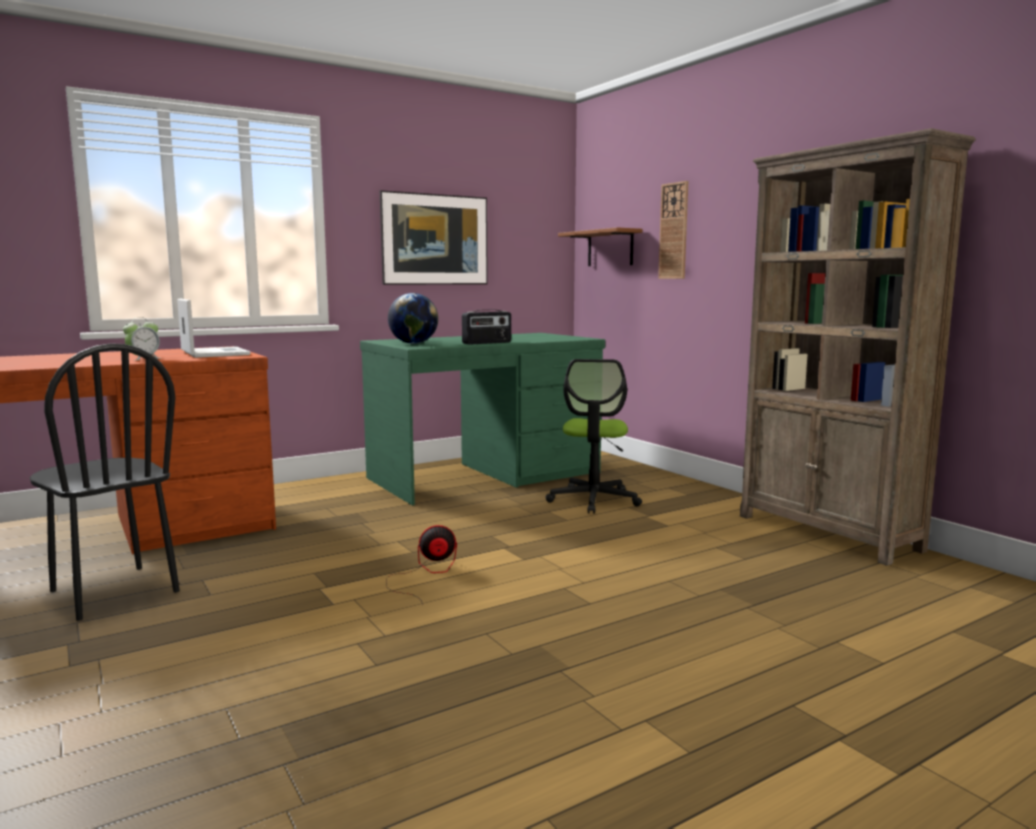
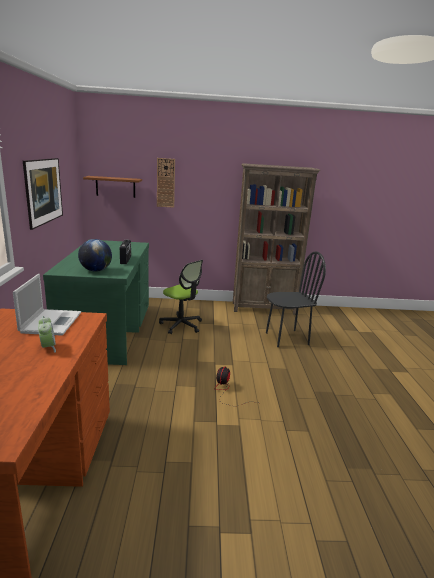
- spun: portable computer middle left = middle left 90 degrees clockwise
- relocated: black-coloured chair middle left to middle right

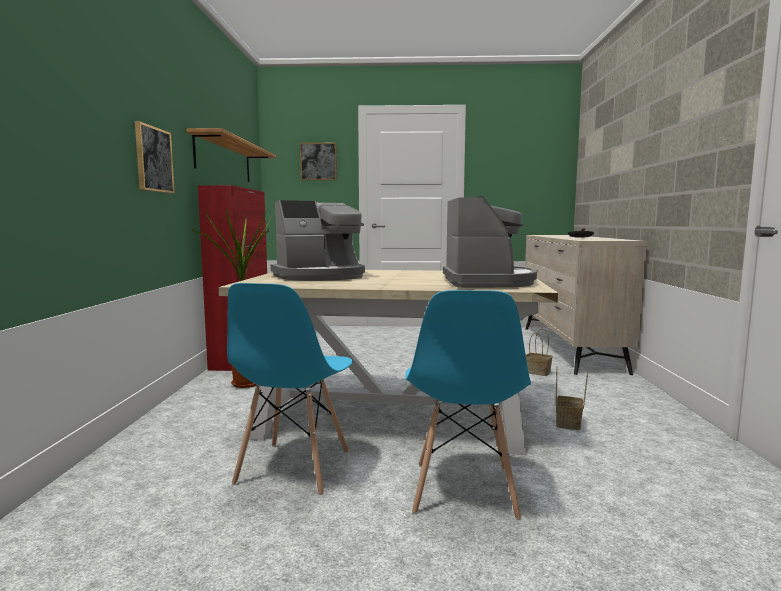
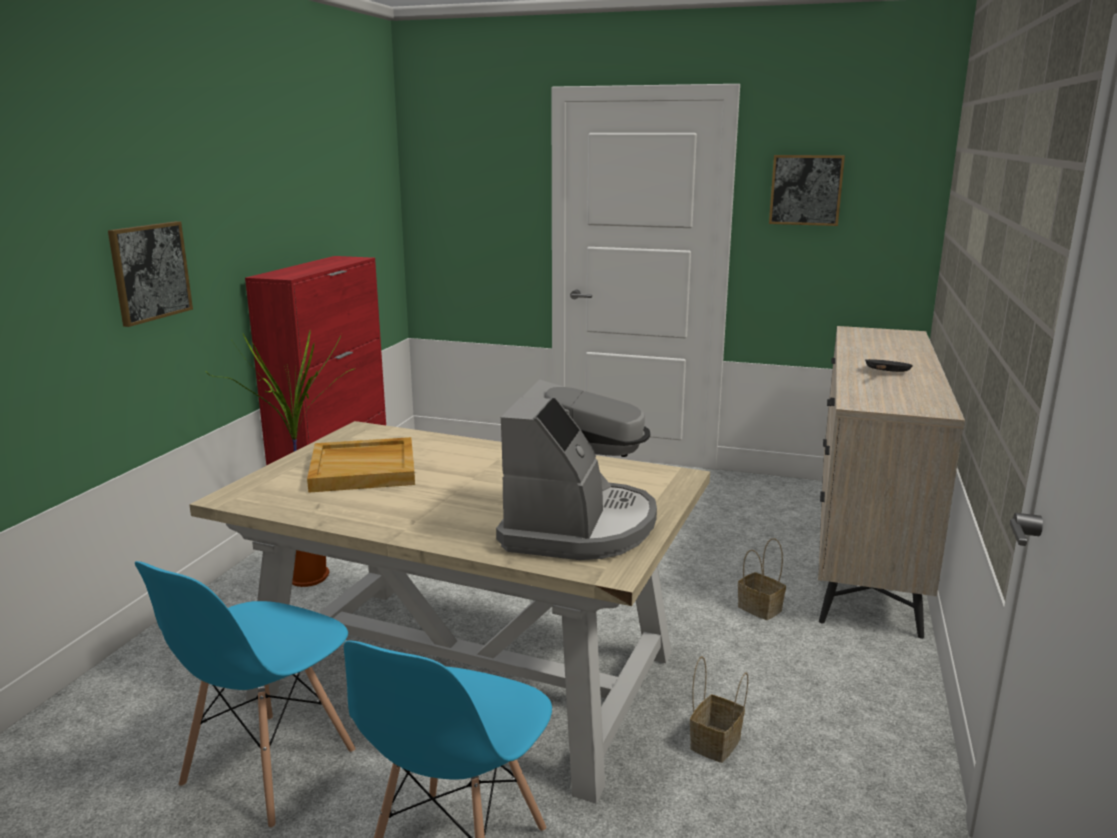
- missing: wall shelf top left
- relocated: picture (no. 2 from left) top centre to top right
- exchanged: coffee machine (no. 1 from left) centre to sand-coloured carrying tray middle left

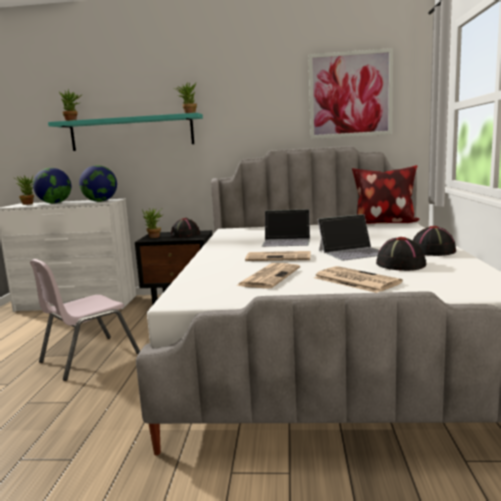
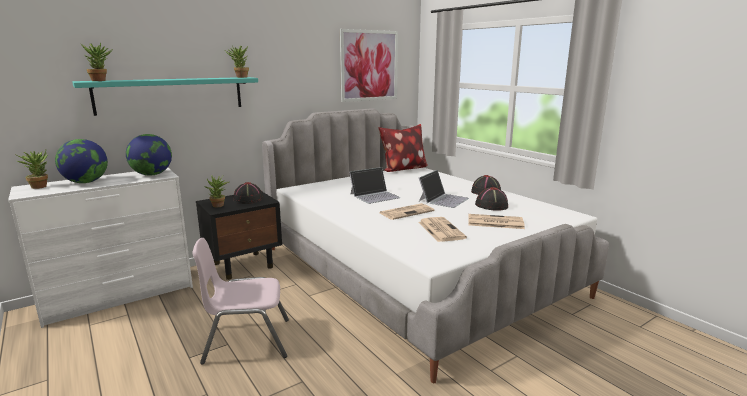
- spun: pinkish chair middle left = bottom left 75 degrees clockwise

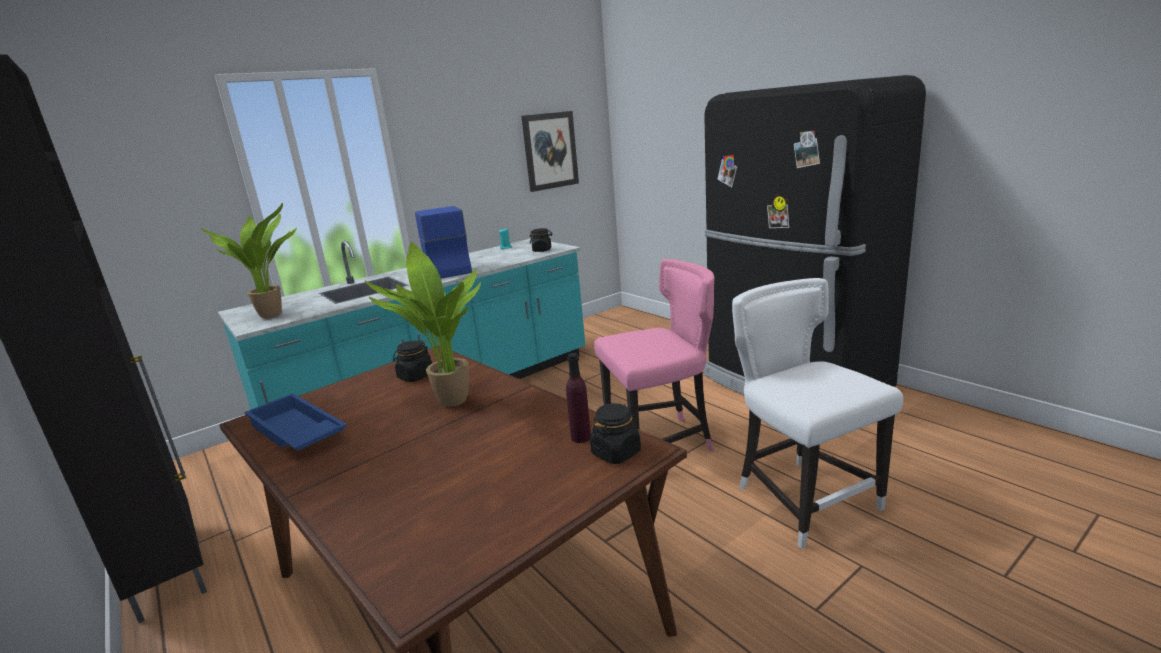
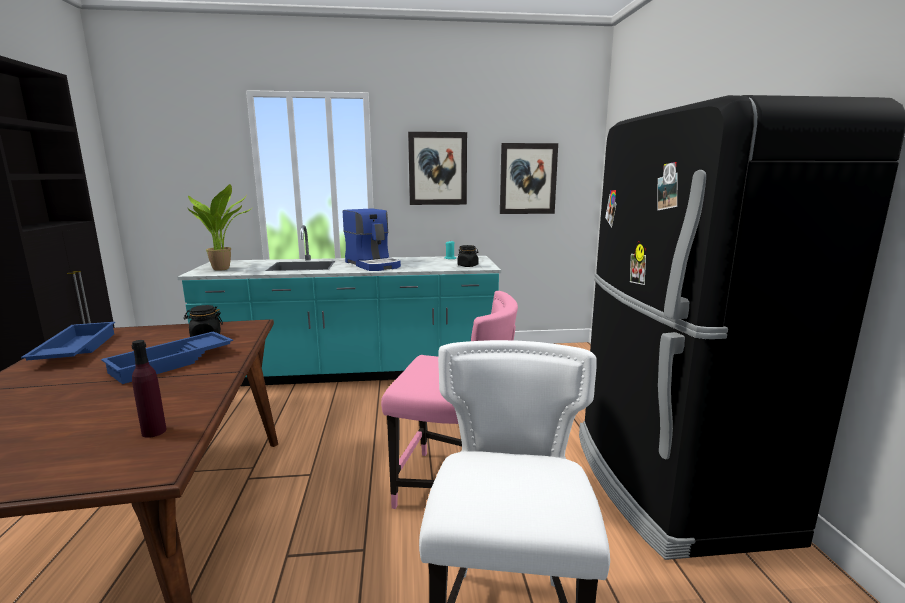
- spun: coffee machine centre = centre 135 degrees clockwise
- exchanged: plant in a pot (no. 2 from left) centre to blue-coloured carrying tray (no. 2 from left) middle left
- missing: black-coloured jar (no. 3 from left) centre
- appeared: picture (no. 1 from left) top centre

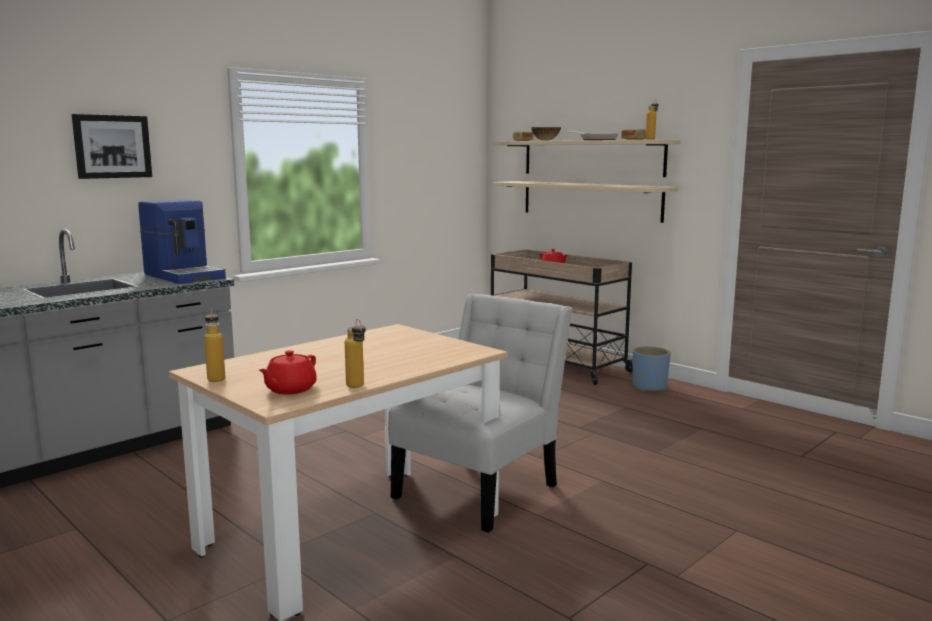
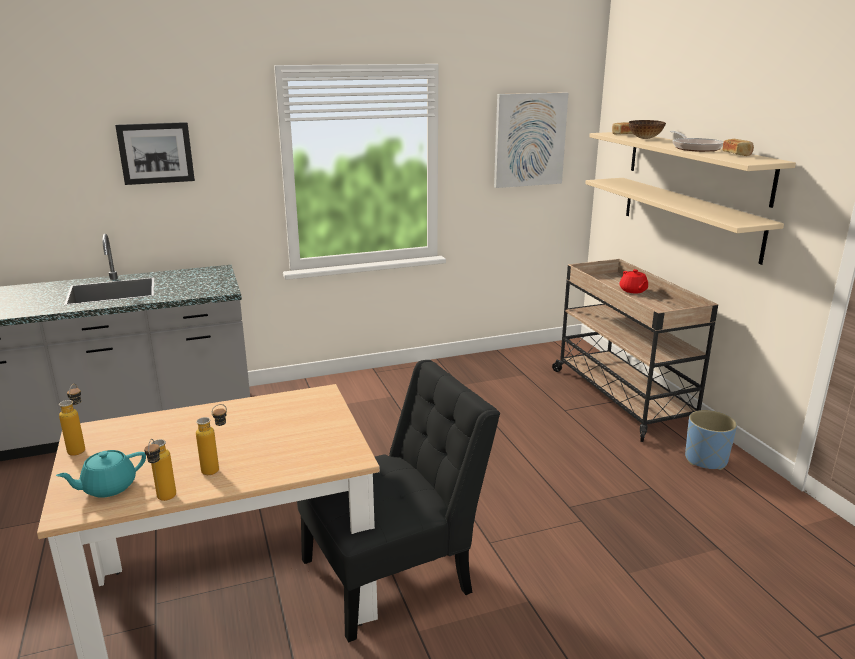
- relocated: drink bottle (no. 3 from left) top right to middle left
- missing: coffee machine middle left
- colour: white-coloured chair centre to black-coloured chair bottom centre
- colour: red pot for tea (no. 1 from left) middle left to blue-green pot for tea bottom left
- appeared: picture (no. 2 from left) top centre

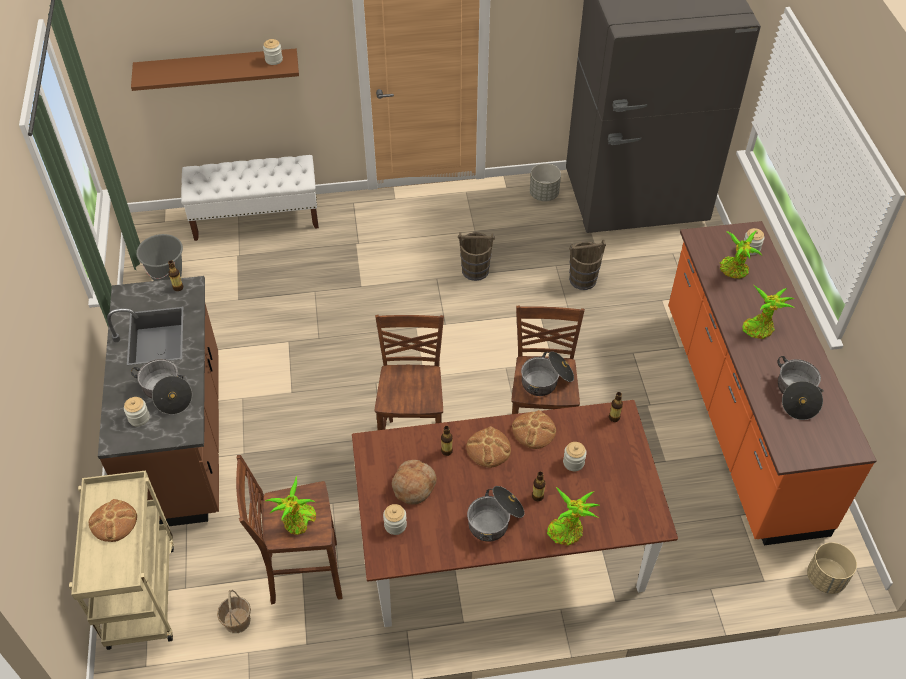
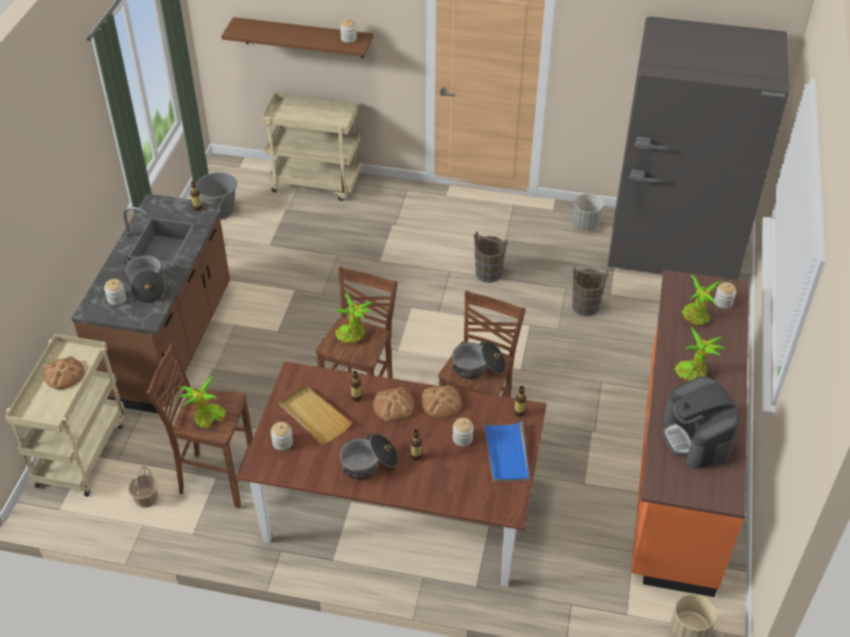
- exchanged: white-coloured indoor bench top left to sand-coloured cart (no. 2 from left) top centre
- exchanged: saucepot (no. 4 from left) middle right to coffee machine middle right
- exchanged: bakery bread (no. 2 from left) bottom centre to sand-coloured carrying tray centre
- relocated: plant in a pot (no. 2 from left) bottom centre to centre
- appeared: blue-coloured carrying tray bottom centre

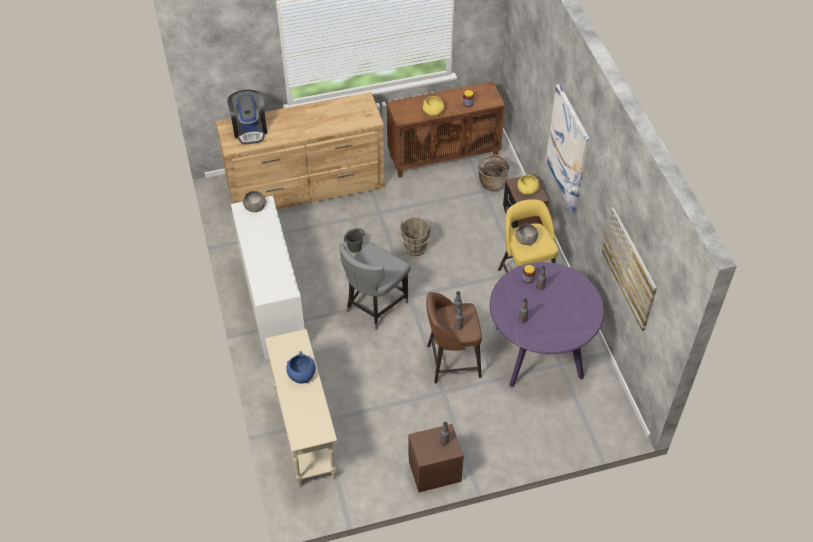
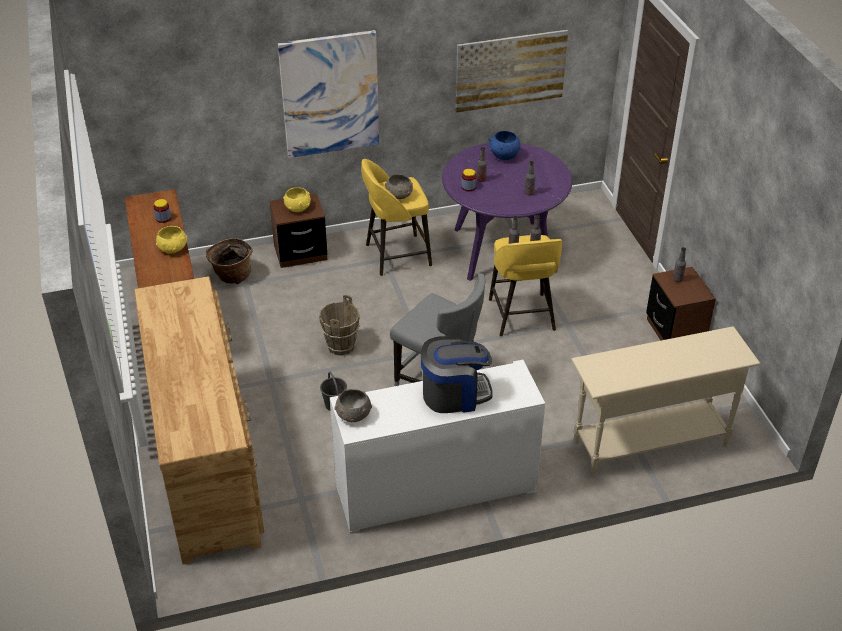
- relocated: coffee machine top left to centre
- colour: brownish sitting stool centre to yellow sitting stool (no. 2 from left) centre
- relocated: blue-coloured deep dish bottom centre to top centre

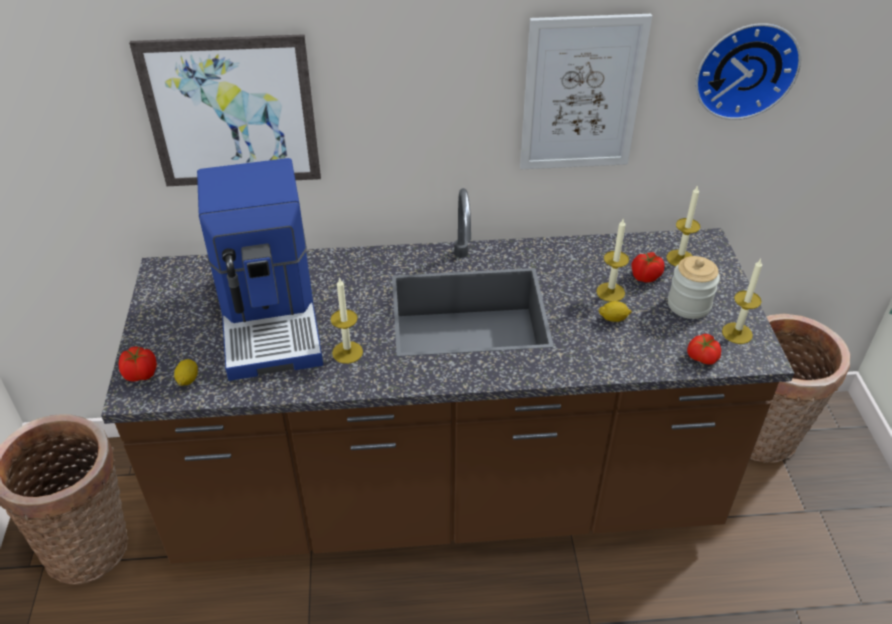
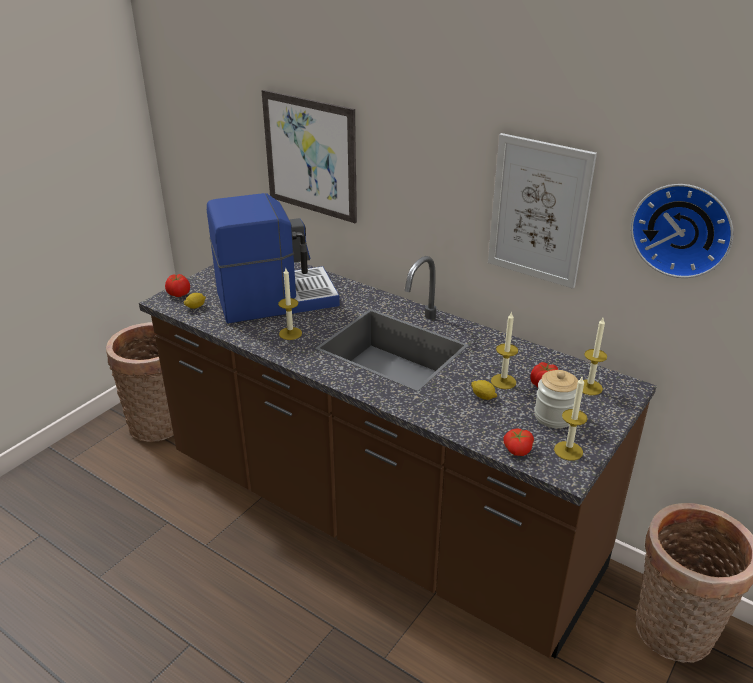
- spun: coffee machine middle left = centre 135 degrees counterclockwise

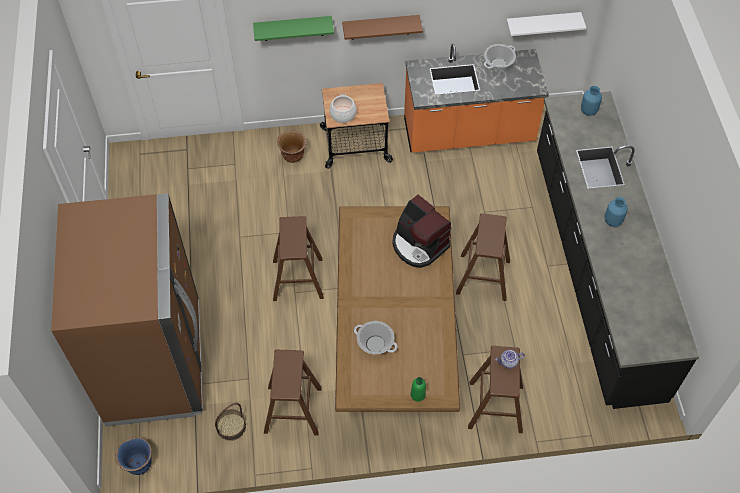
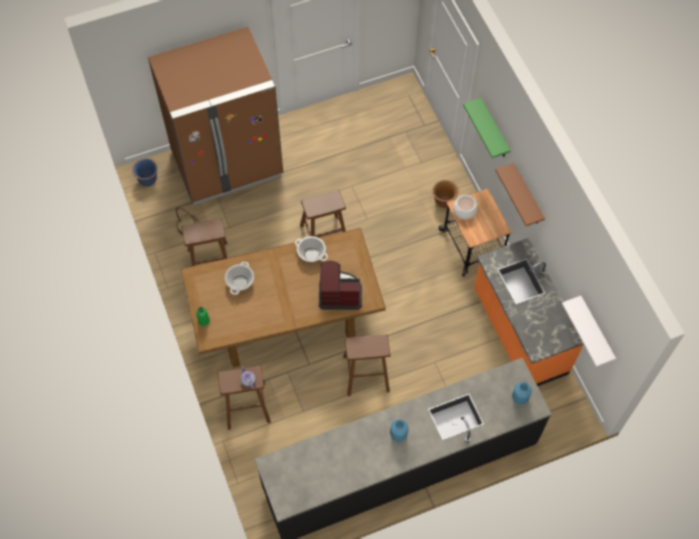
- relocated: saucepot (no. 3 from left in the first image) top right to saucepot (no. 2 from left) centre
- spun: coffee machine centre = centre 60 degrees clockwise

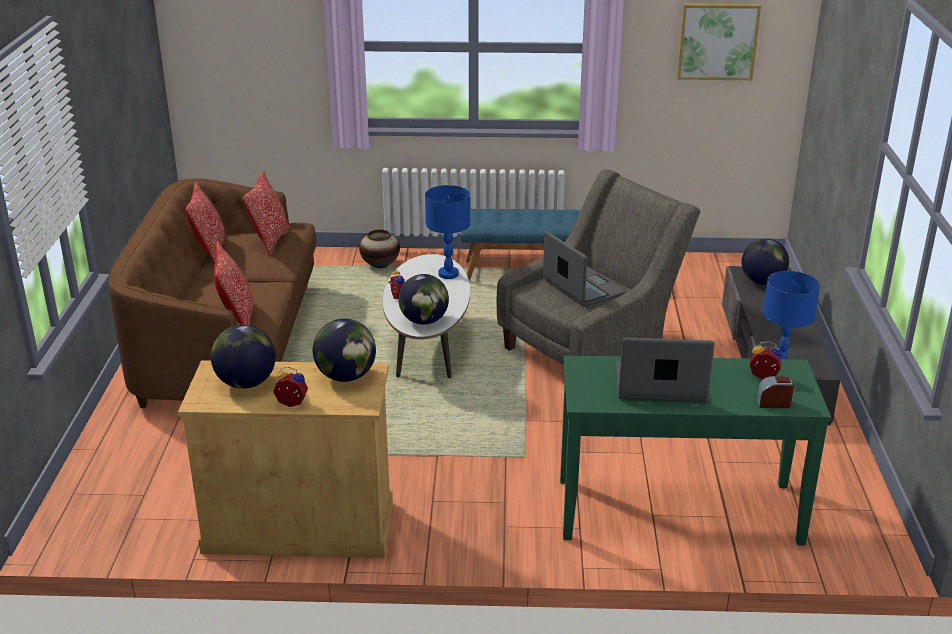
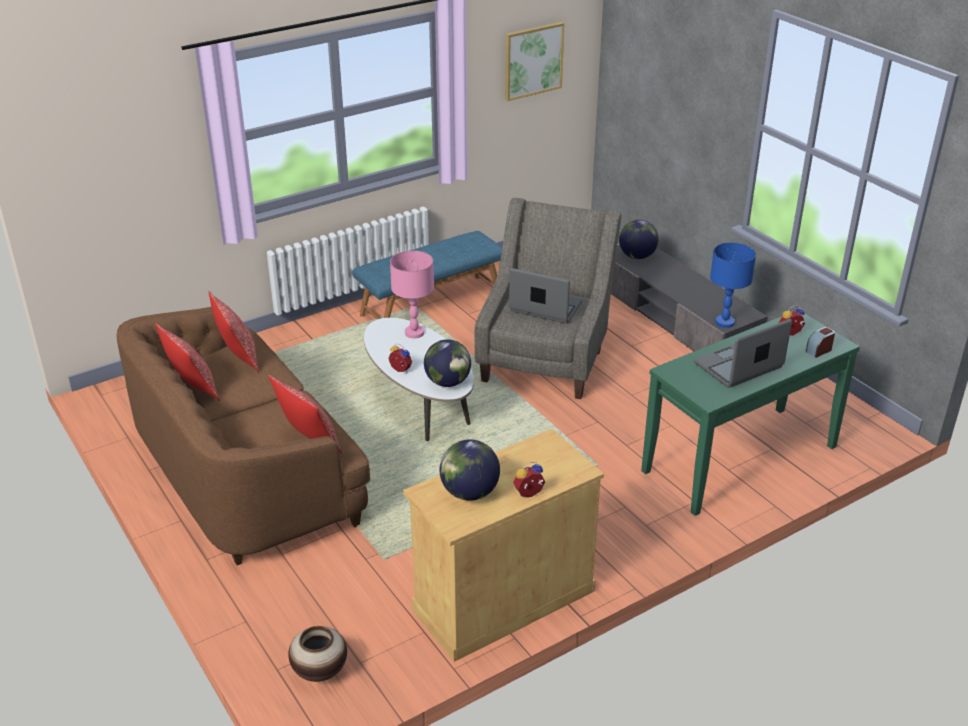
- colour: blue-coloured lamp for a table (no. 1 from left) centre to pinkish lamp for a table centre
- relocated: vase centre to bottom left
- missing: desk globe (no. 2 from left) centre

